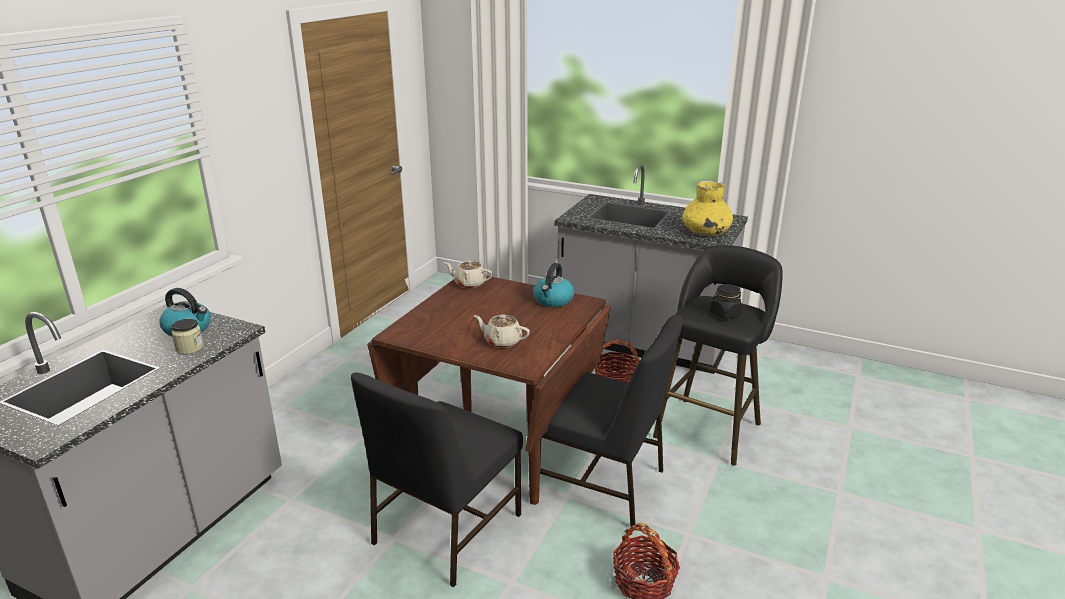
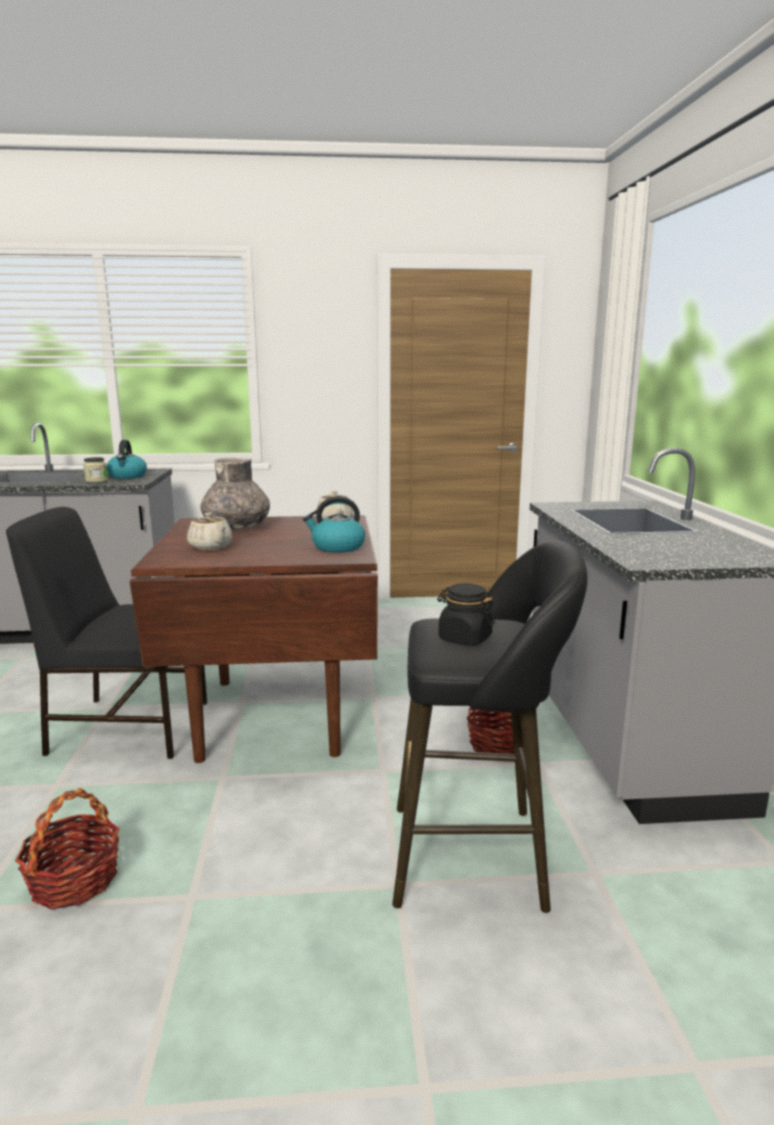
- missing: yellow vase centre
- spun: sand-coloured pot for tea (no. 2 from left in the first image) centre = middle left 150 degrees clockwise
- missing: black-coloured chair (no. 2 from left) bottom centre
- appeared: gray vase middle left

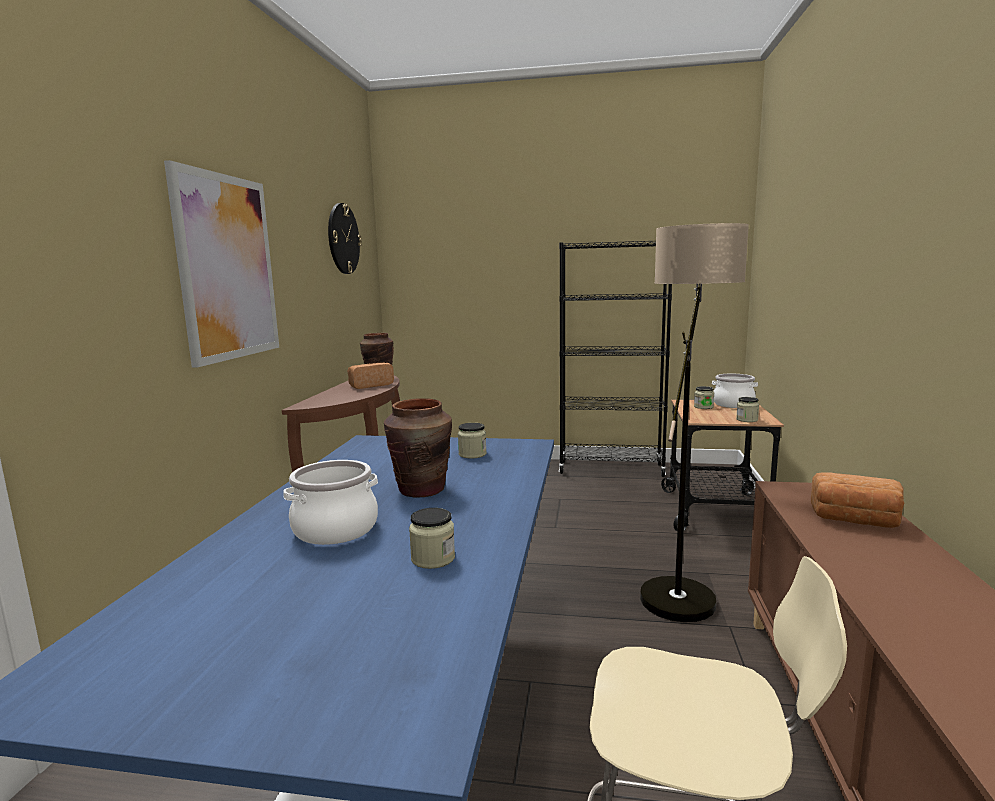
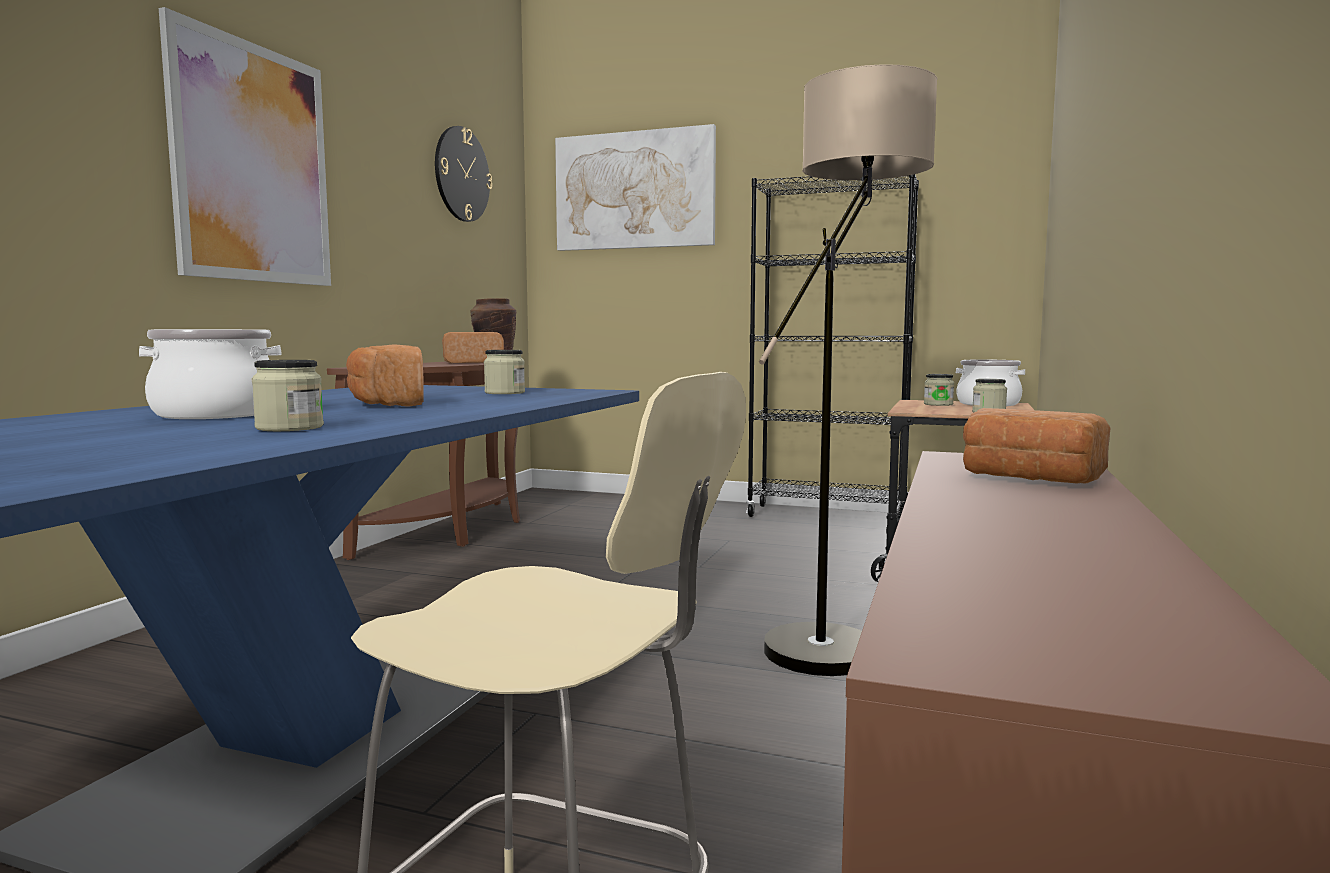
- exchanged: brownish vase (no. 2 from left) centre to bakery bread (no. 1 from left) middle left
- appeared: picture (no. 2 from left) top centre

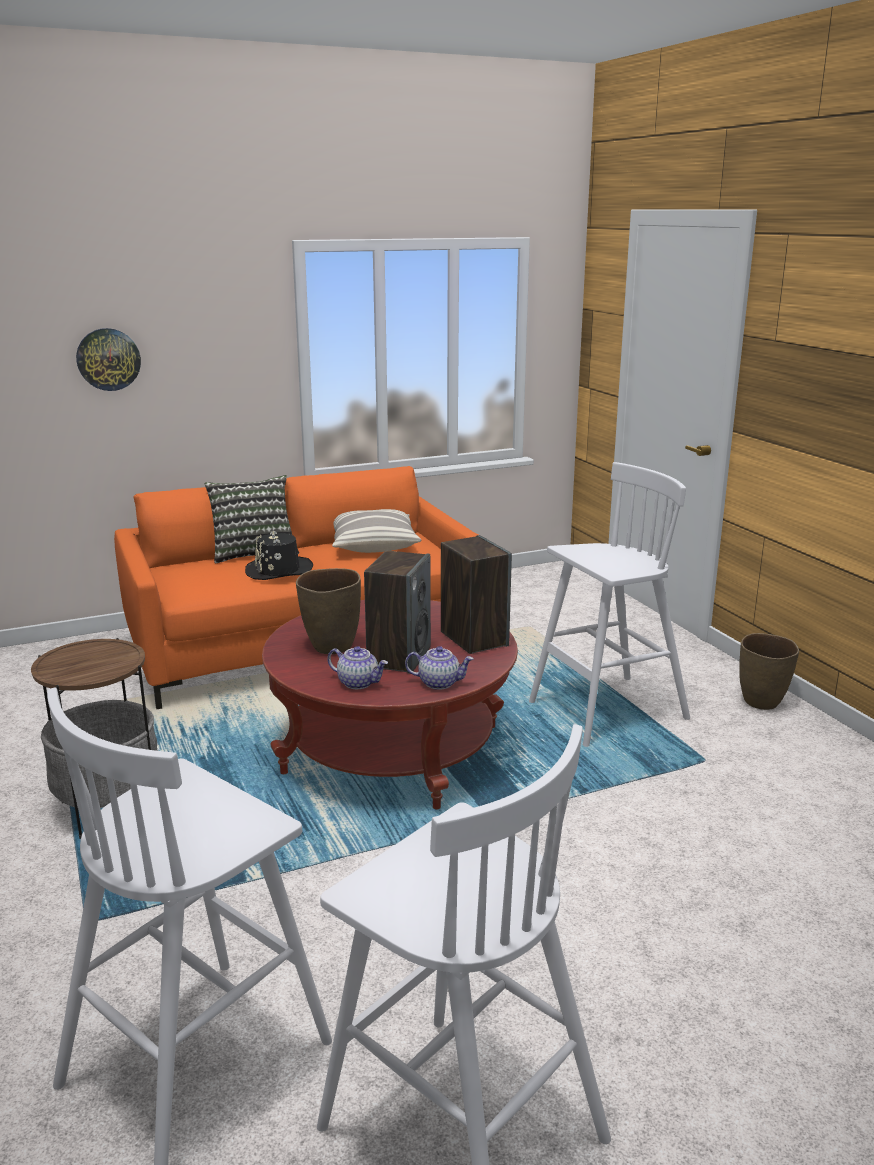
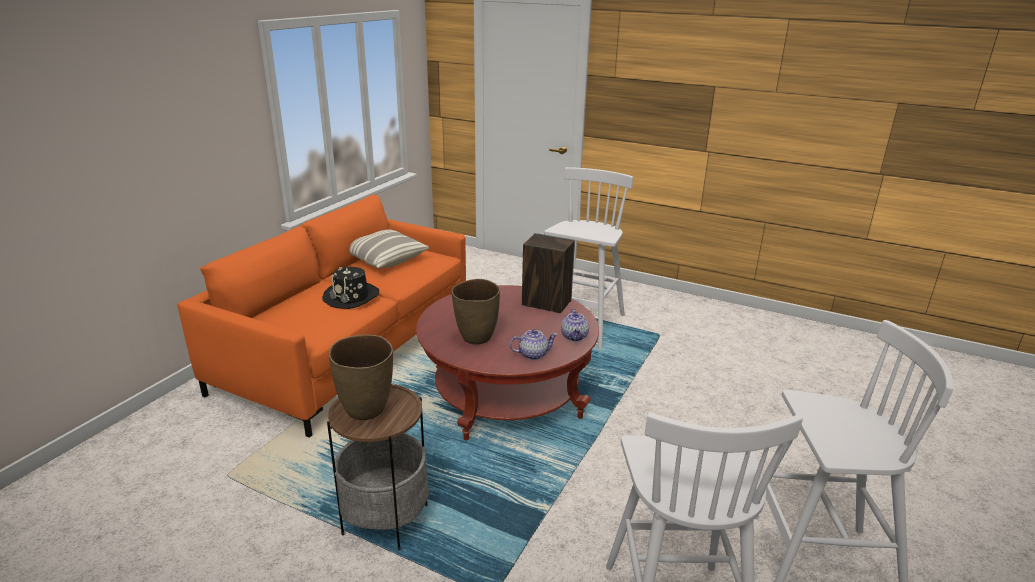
- missing: wall clock top left
- missing: throw pillow (no. 1 from left) middle left
- missing: speaker (no. 1 from left) centre
- relocated: brownish vase (no. 2 from left in the first image) middle right to brownish vase (no. 1 from left) centre
- spun: pot for tea (no. 2 from left) centre = centre 120 degrees clockwise

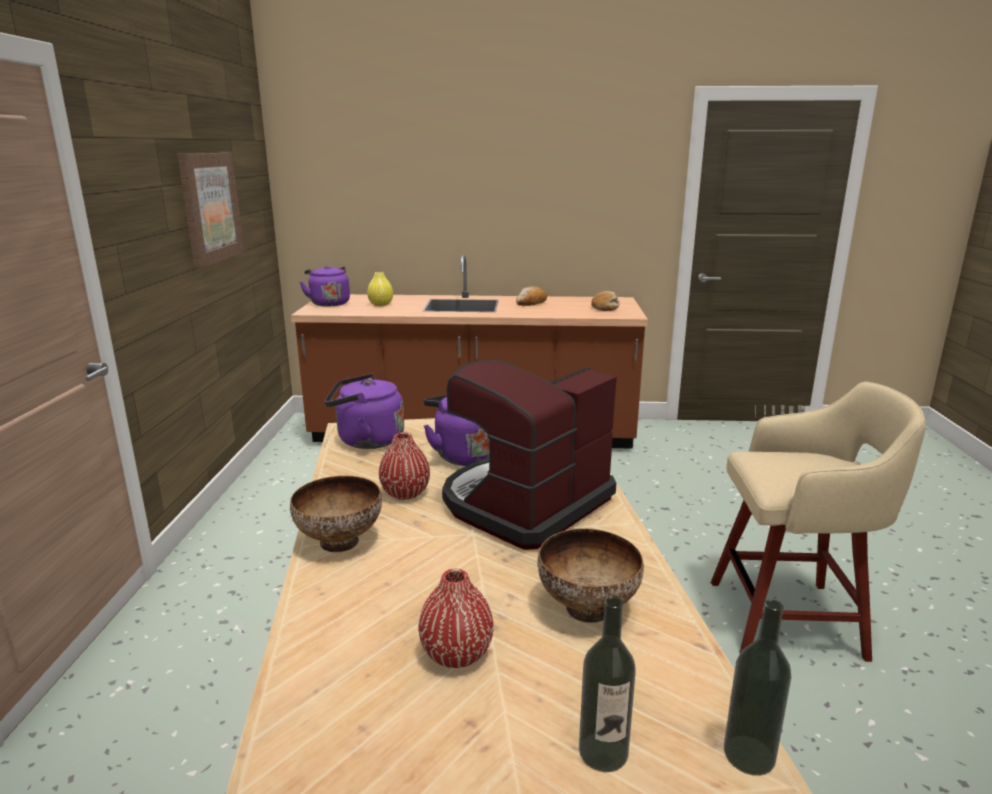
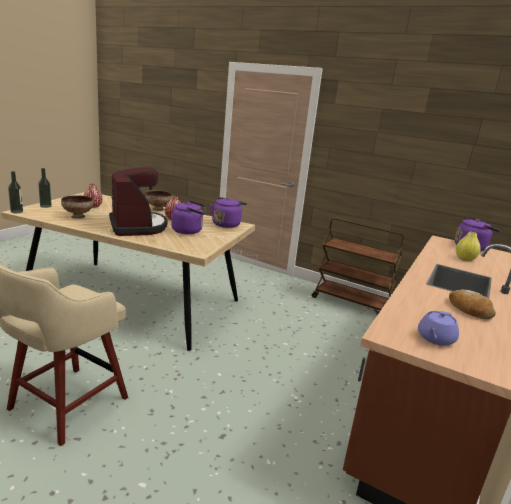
- missing: picture top left
- exchanged: bakery bread (no. 2 from left) centre to purple pot for tea middle right
- appeared: brownish cart middle right

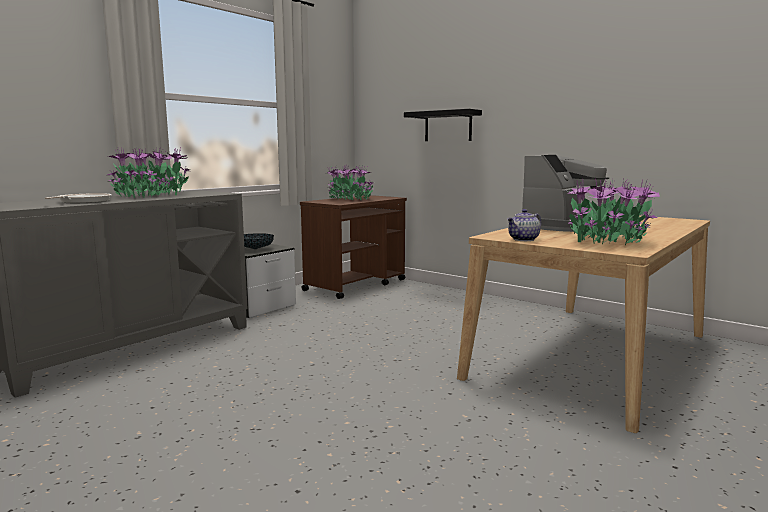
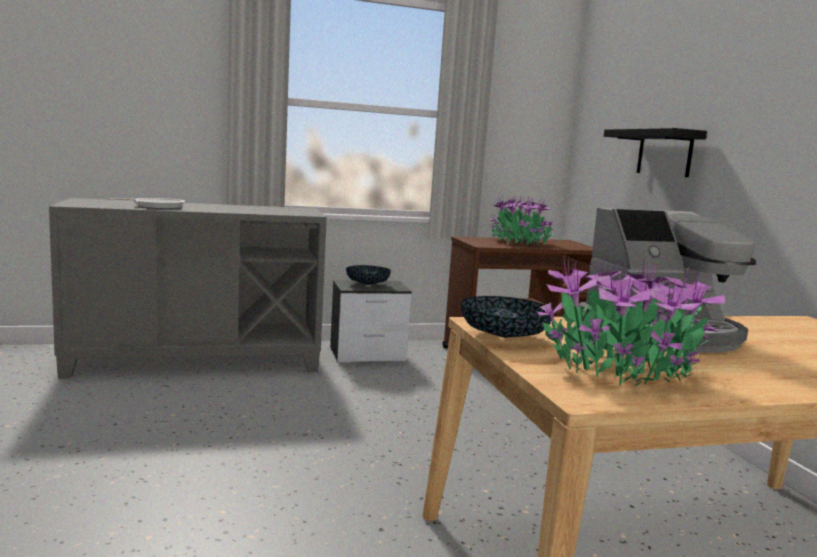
- missing: plant in a pot (no. 1 from left) middle left
- exchanged: pot for tea middle right to deep dish (no. 2 from left) centre

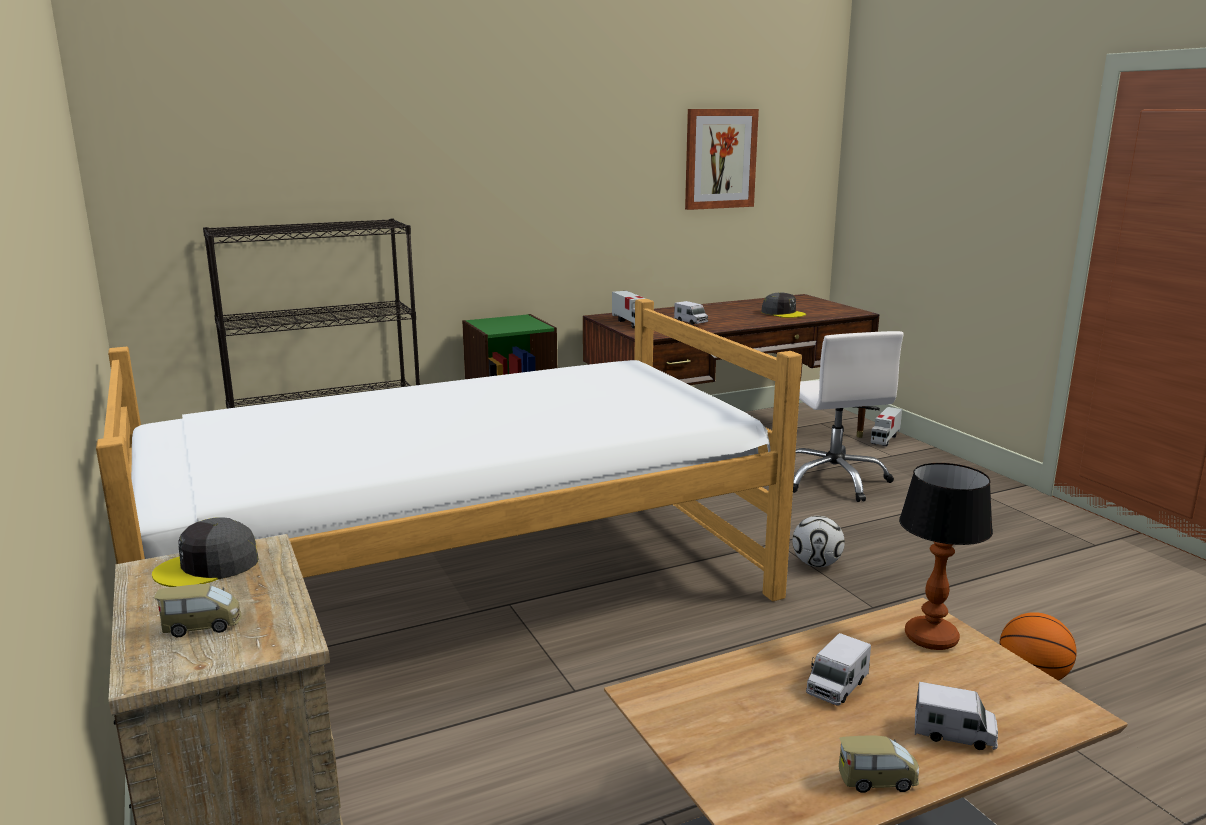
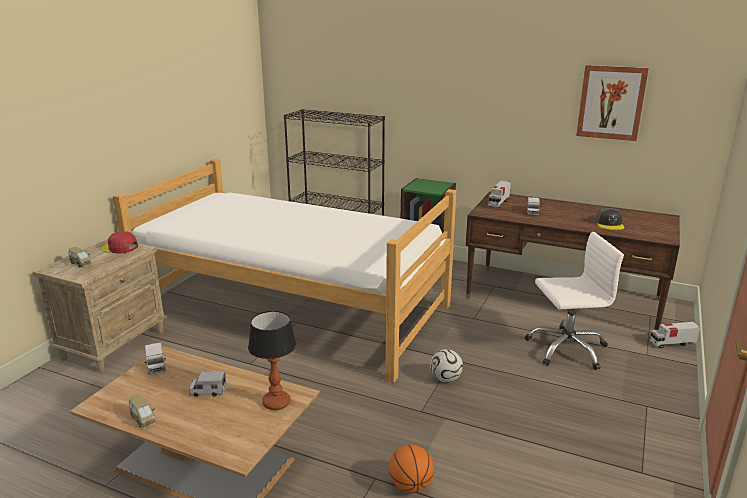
- spun: white-coloured desk chair middle right = middle right 135 degrees counterclockwise
- colour: gray peaked cap (no. 1 from left) bottom left to red peaked cap middle left
- relocated: toy lorry (no. 5 from left in the first image) bottom right to toy lorry (no. 1 from left) bottom left

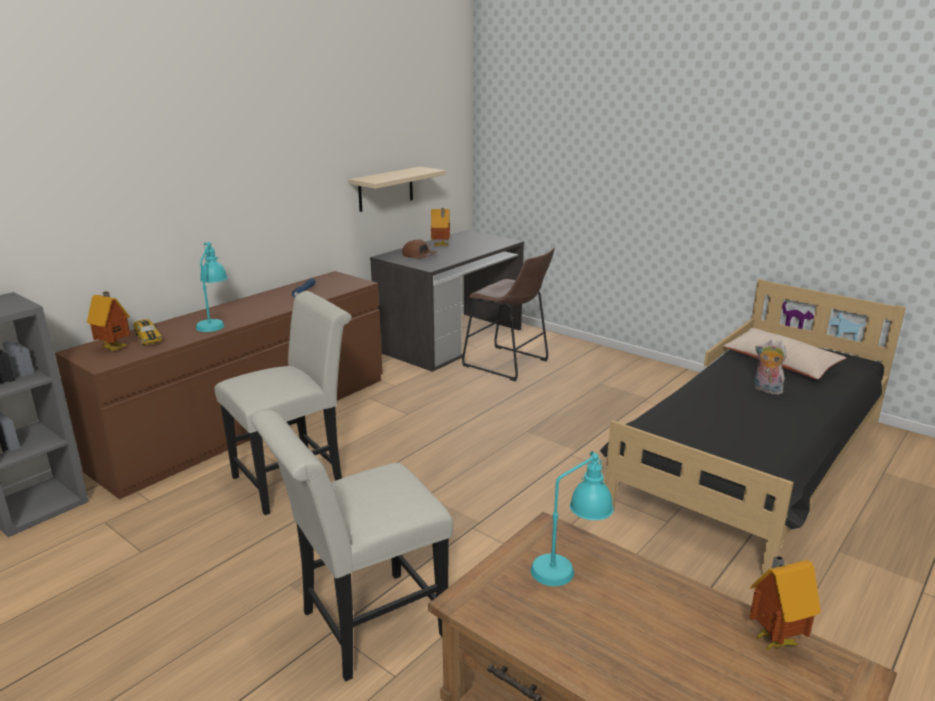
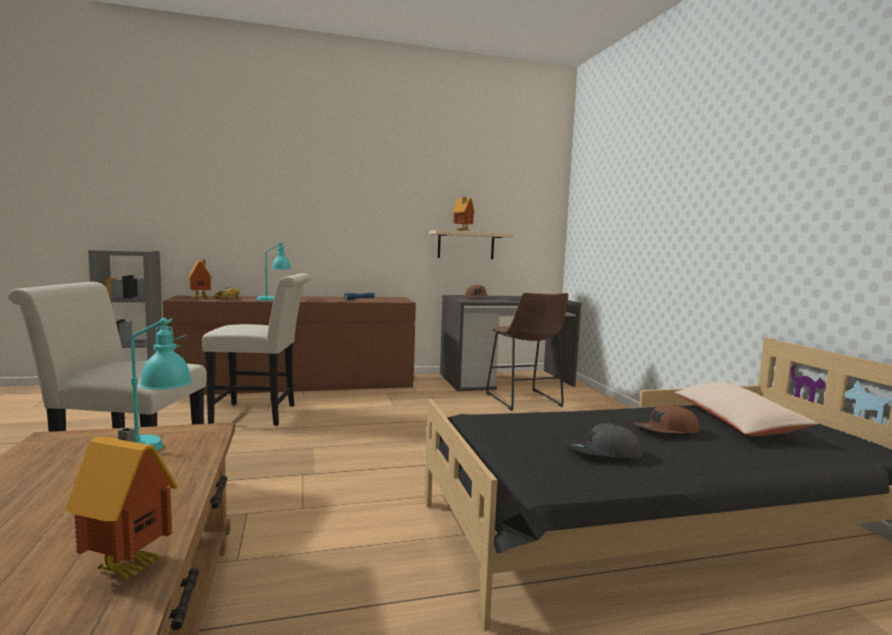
- relocated: model house (no. 2 from left in the first image) top centre to model house (no. 3 from left) centre
- exchanged: plush toy middle right to brownish peaked cap (no. 2 from left) middle right
- appeared: gray peaked cap bottom right

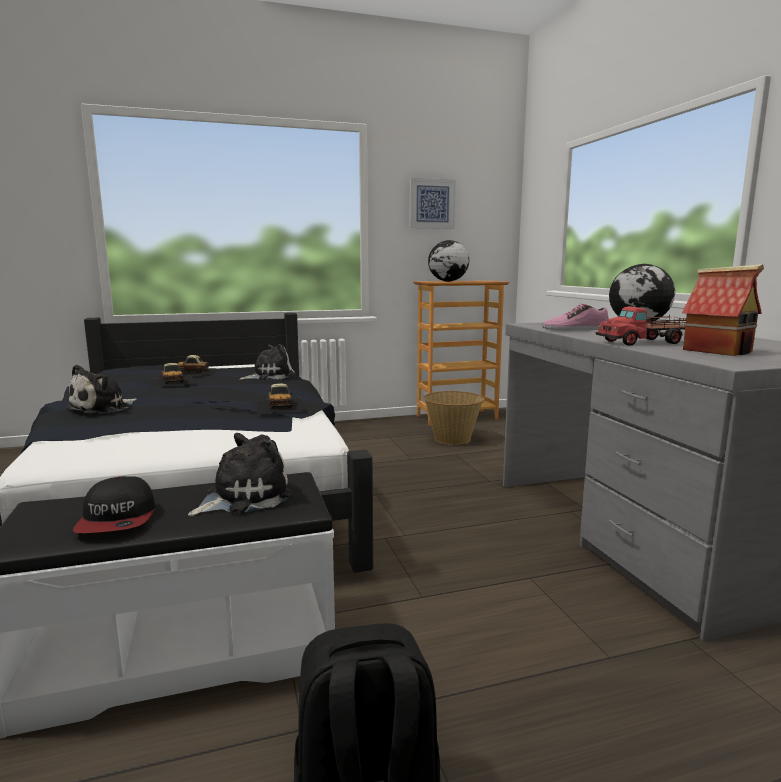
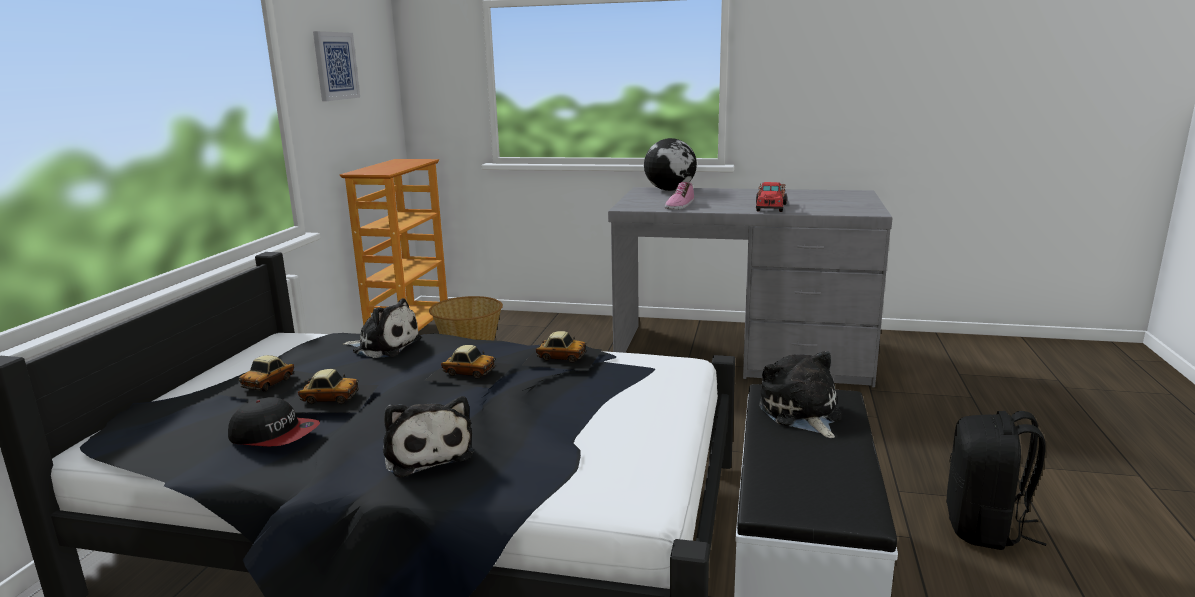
- missing: desk globe (no. 1 from left) centre
- missing: model house middle right
- spun: plush toy (no. 3 from left in the first image) centre = middle left 105 degrees clockwise
- relocated: peaked cap middle left to bottom left
- appeared: miniature car (no. 3 from left) centre

